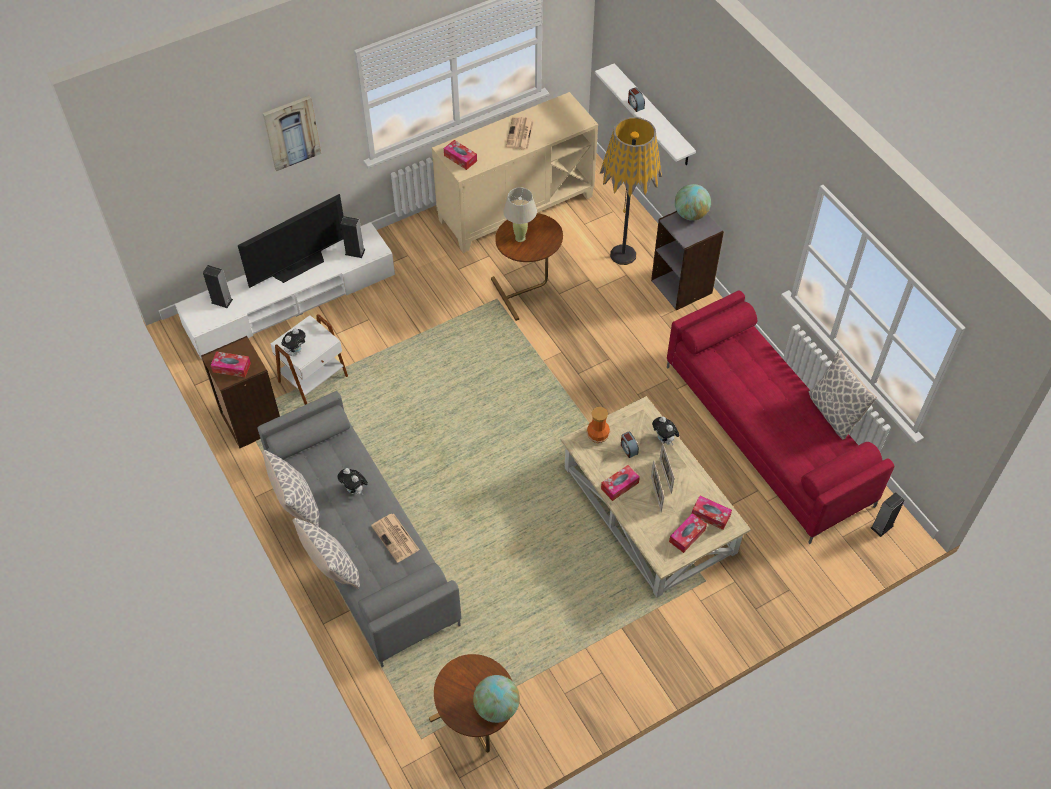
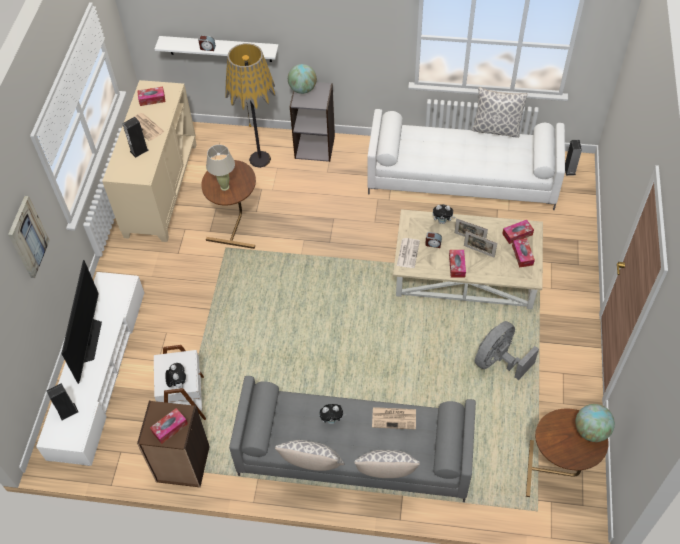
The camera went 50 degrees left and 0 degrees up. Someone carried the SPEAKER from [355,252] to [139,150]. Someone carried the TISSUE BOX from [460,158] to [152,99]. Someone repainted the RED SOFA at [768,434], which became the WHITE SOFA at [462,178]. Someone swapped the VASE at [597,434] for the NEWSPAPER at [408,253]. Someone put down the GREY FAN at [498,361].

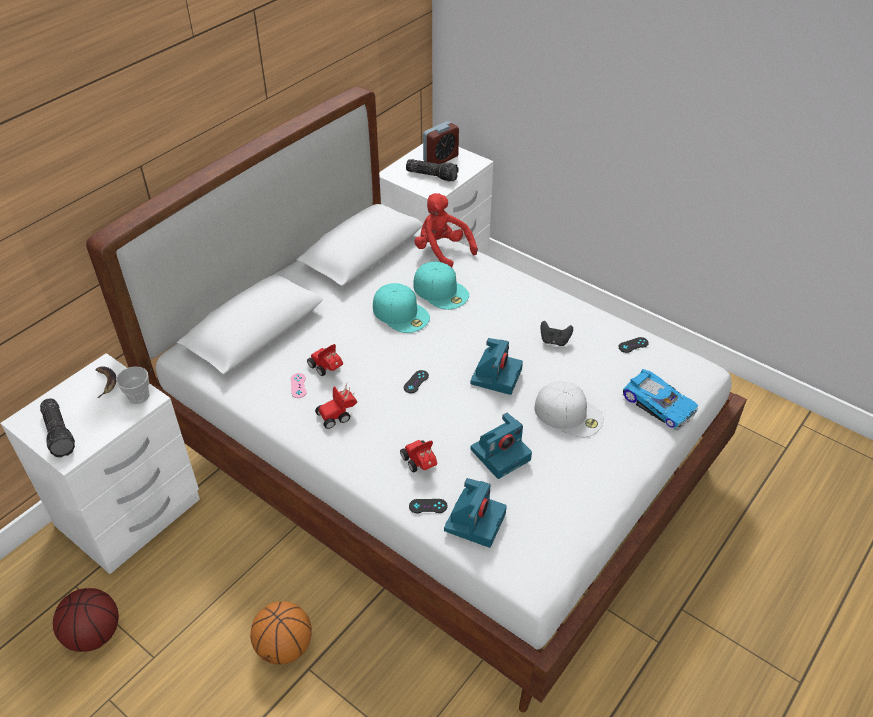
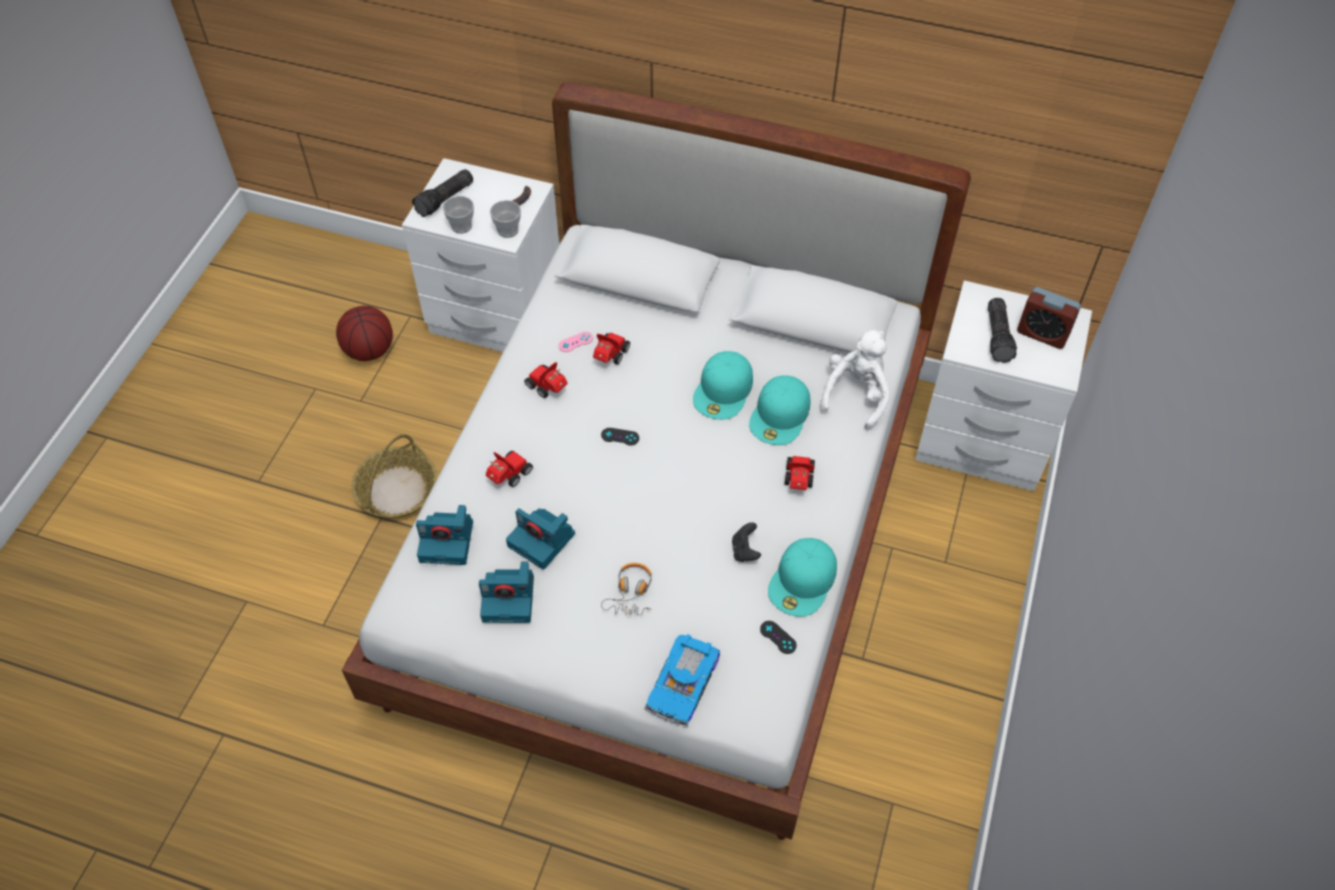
The camera went 70 degrees right and 10 degrees up. Someone swapped the BASKETBALL at [285,647] for the BASKET at [397,491]. Someone put down the CUP at [461,226]. Someone carried the PHOTO CAMERA from [496,375] to [510,598]. Someone swapped the WHITE CAP at [569,414] for the HEADPHONES at [631,593]. Someone put down the TURQUOISE CAP at [803,581]. Someone put down the TOY CAR at [798,481]. Someone repainted the RED PLUSH TOY at [442,251], which became the WHITE PLUSH TOY at [856,395]. Someone took away the BLACK GAME CONTROLLER at [428,506].

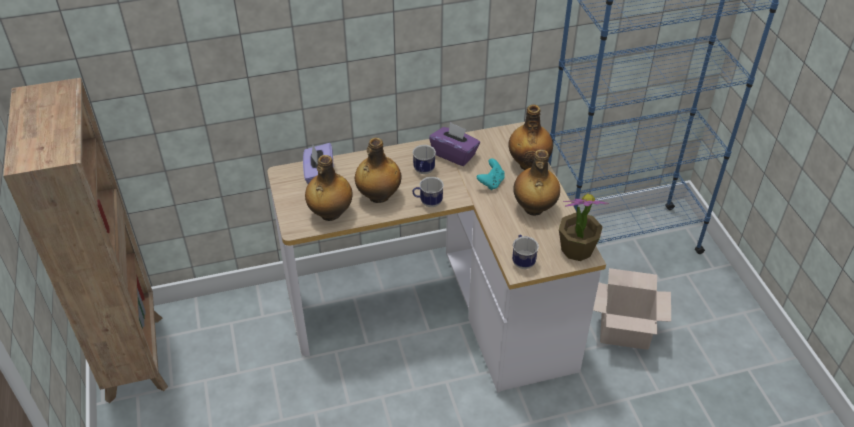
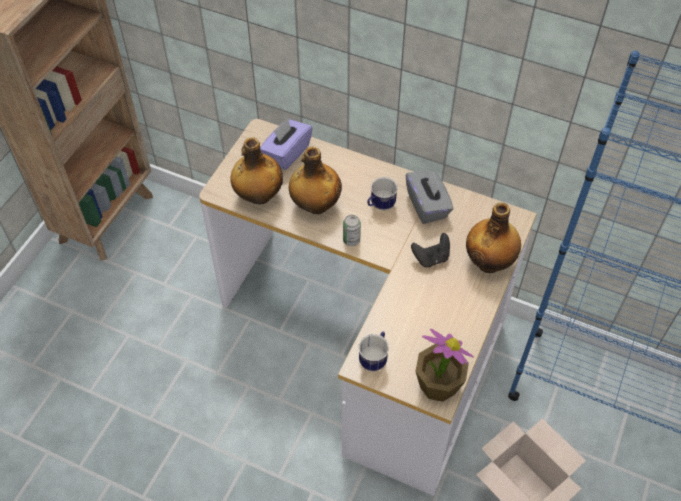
The camera went 40 degrees right and 10 degrees up. Someone swapped the MUG at [427,203] for the CAN at [351,240]. Someone repainted the PURPLE TISSUE BOX at [454,154], which became the GREY TISSUE BOX at [427,206]. Someone repainted the TURQUOISE GAME CONTROLLER at [491,183], which became the BLACK GAME CONTROLLER at [431,258]. Someone took away the BOTTLE at [534,208].

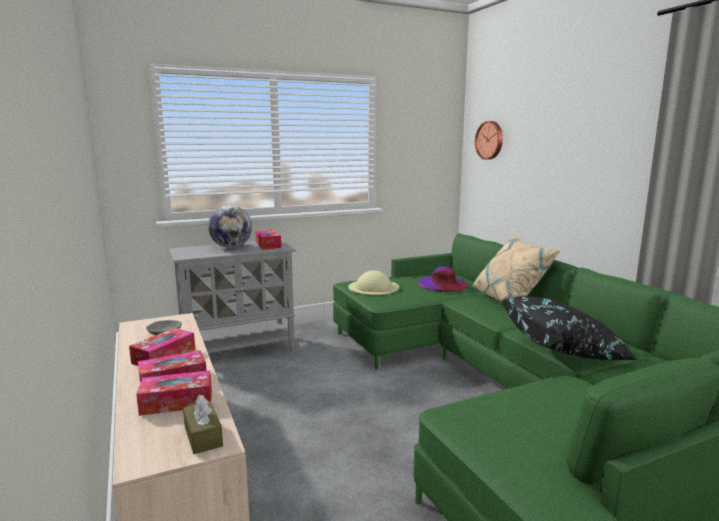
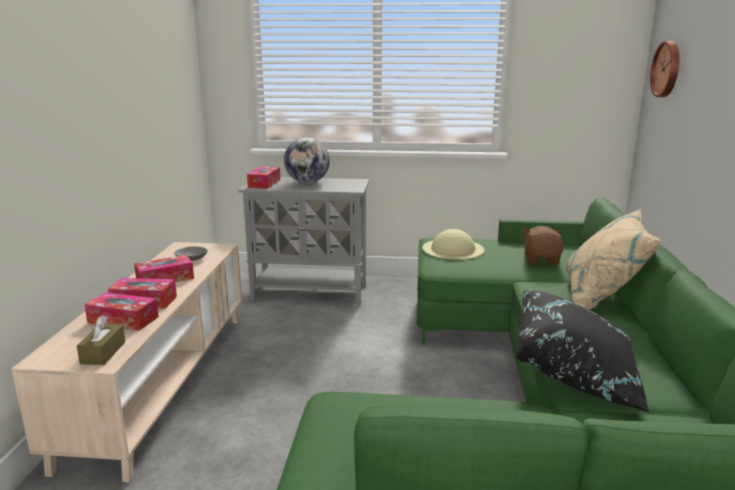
The camera went 30 degrees right and 5 degrees up. Someone carried the TISSUE BOX from [268,245] to [264,183]. Someone swapped the PURPLE HAT at [442,284] for the BROWN PLUSH TOY at [541,260].

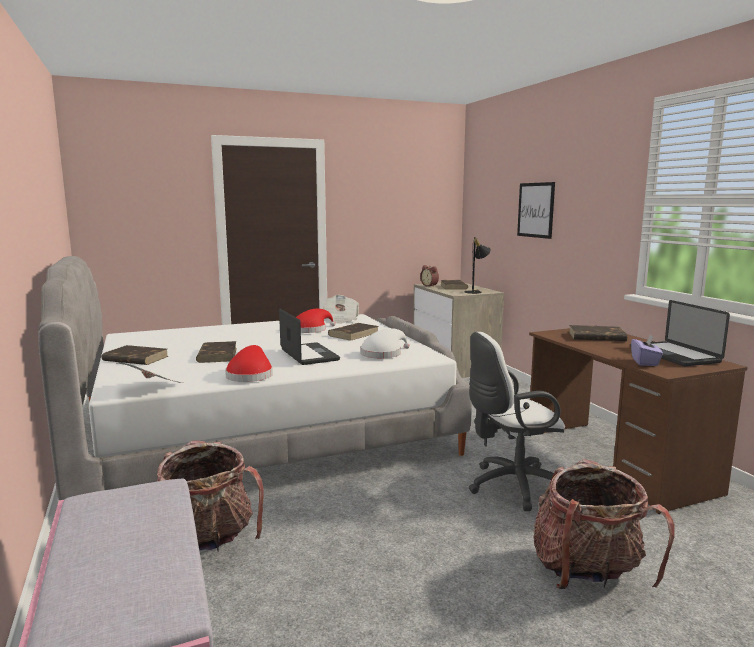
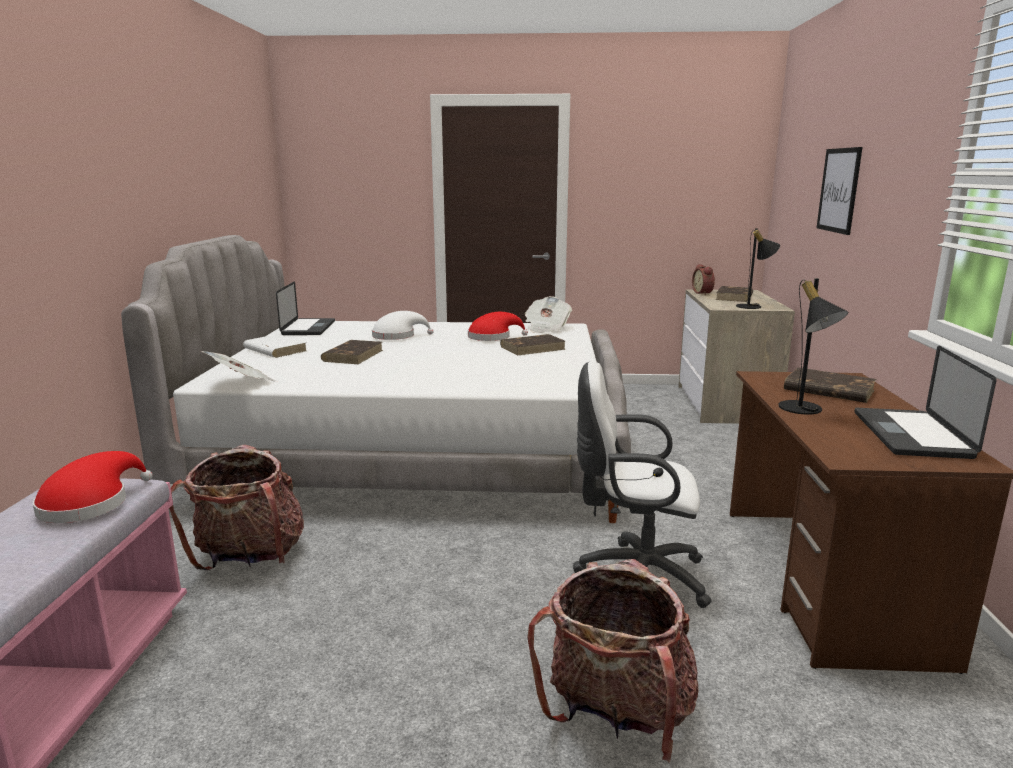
The camera went 25 degrees right and 5 degrees up. Someone carried the RED HAT from [250,375] to [90,504]. Someone repainted the BROWN BOOK at [135,358], which became the WHITE BOOK at [275,350]. Someone carried the LAPTOP from [309,355] to [308,328]. Someone carried the WHITE HAT from [383,354] to [397,336]. Someone put down the BLACK TABLE LAMP at [804,410]. Someone took away the PURPLE TISSUE BOX at [645,362].

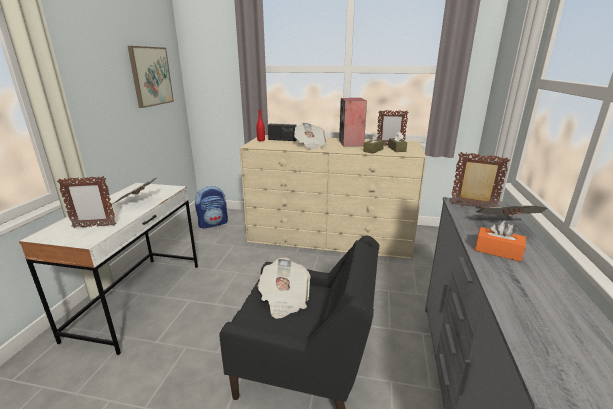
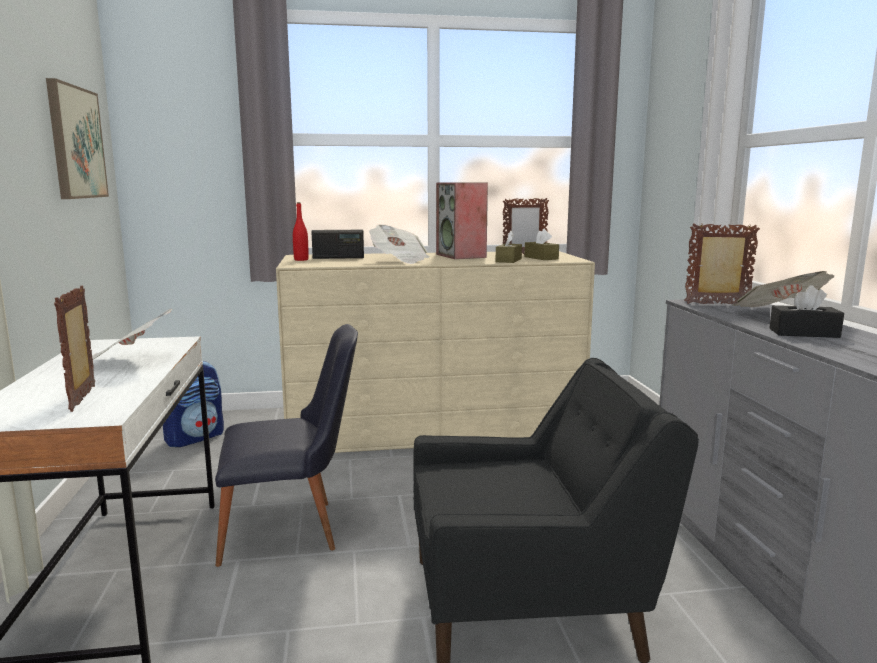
The camera went 20 degrees left and 10 degrees down. Someone rotated the PICTURE FRAME at [94,226] by 105 degrees clockwise. Someone put down the BLACK CHAIR at [292,530]. Someone repainted the ORANGE TISSUE BOX at [498,251], which became the BLACK TISSUE BOX at [804,333]. Someone took away the NEWSPAPER at [284,299].

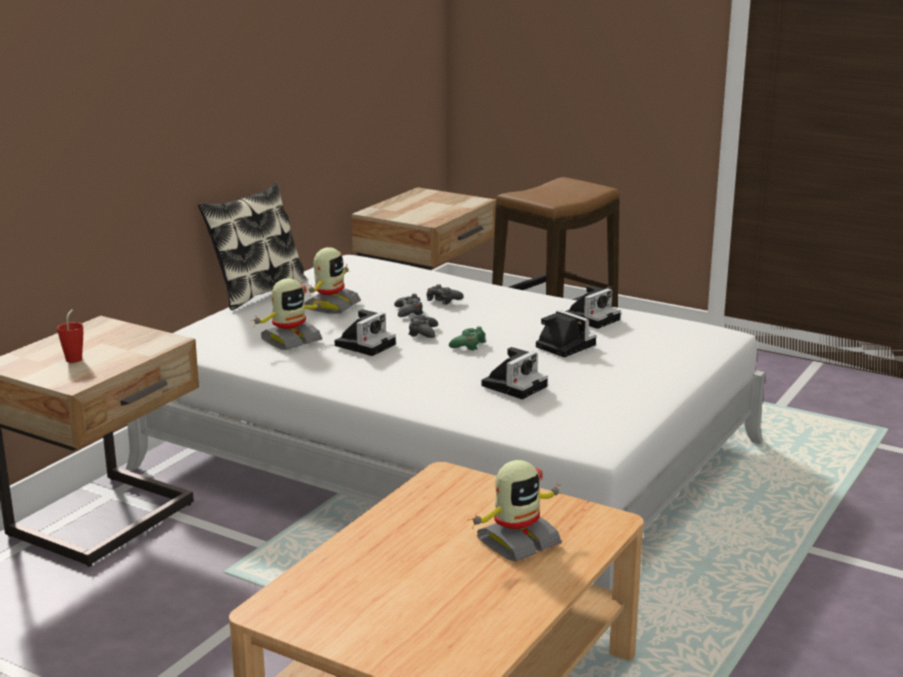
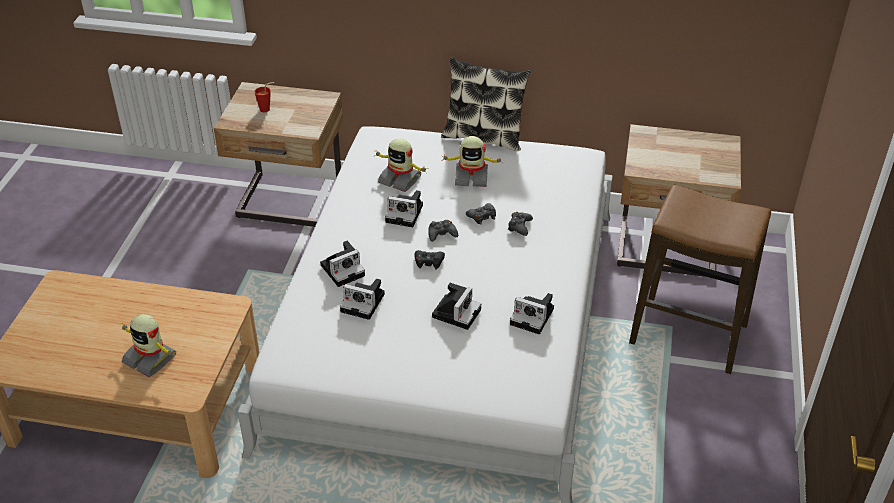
The camera went 70 degrees right and 20 degrees up. Someone put down the PHOTO CAMERA at [344,269]. Someone repainted the GREEN GAME CONTROLLER at [468,345], which became the BLACK GAME CONTROLLER at [429,262].

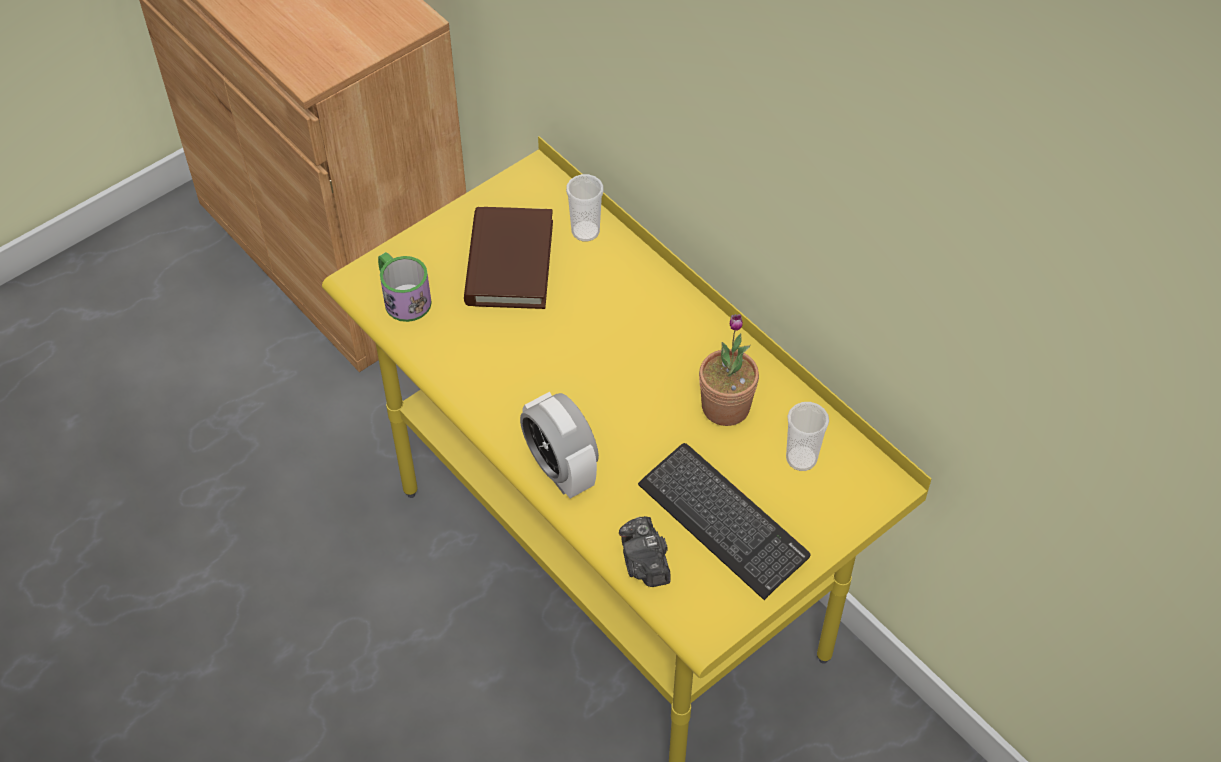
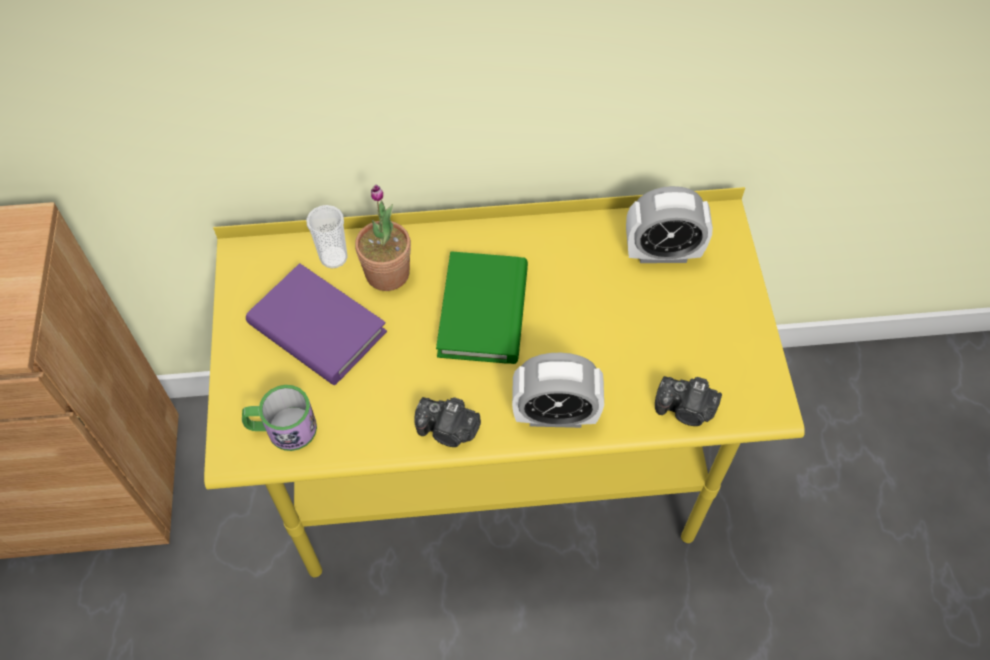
The camera went 55 degrees left and 5 degrees up. Someone repainted the BROWN BOOK at [509,263], which became the PURPLE BOOK at [317,328]. Someone carried the POTTED PLANT from [725,407] to [387,273]. Someone put down the PHOTO CAMERA at [448,430]. Someone put down the GREEN BOOK at [483,311]. Someone swapped the CUP at [801,458] for the ALARM CLOCK at [662,253]. Someone took away the KEYBOARD at [722,522].

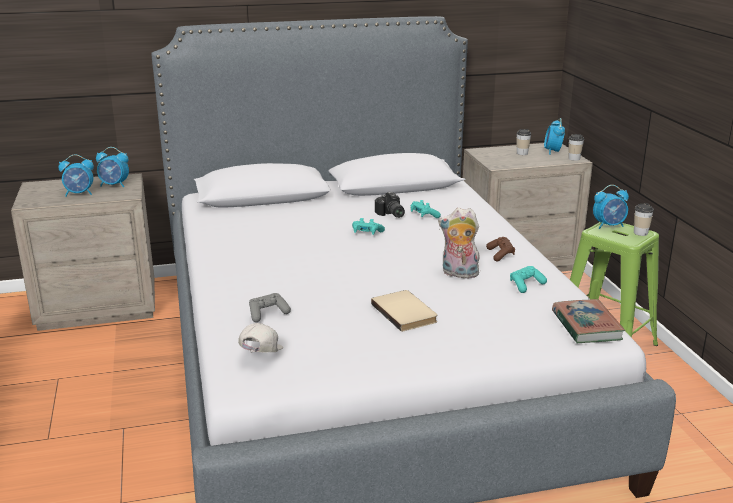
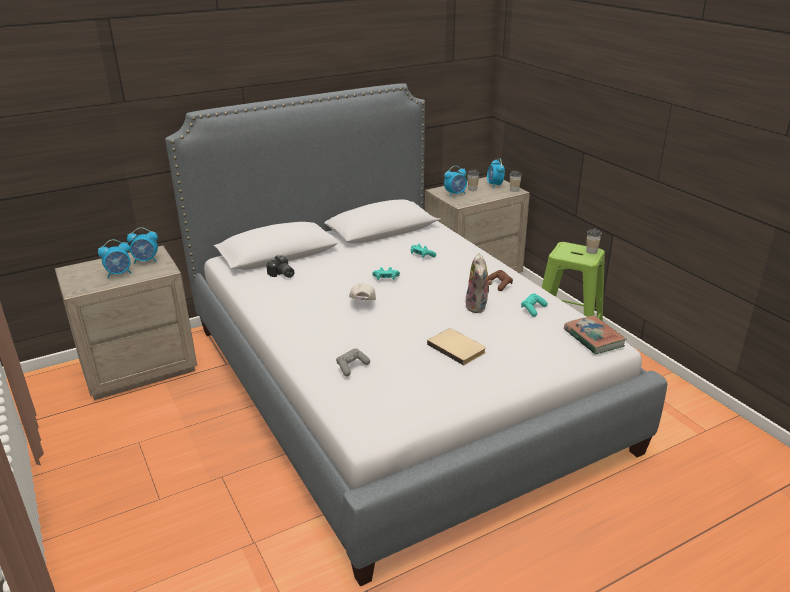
The camera went 15 degrees left and 5 degrees up. Someone carried the PHOTO CAMERA from [390,214] to [281,275]. Someone carried the WHITE CAP from [259,357] to [362,305]. Someone carried the ALARM CLOCK from [609,226] to [455,194]. Someone rotated the PLUSH TOY at [458,274] by 90 degrees counterclockwise.

